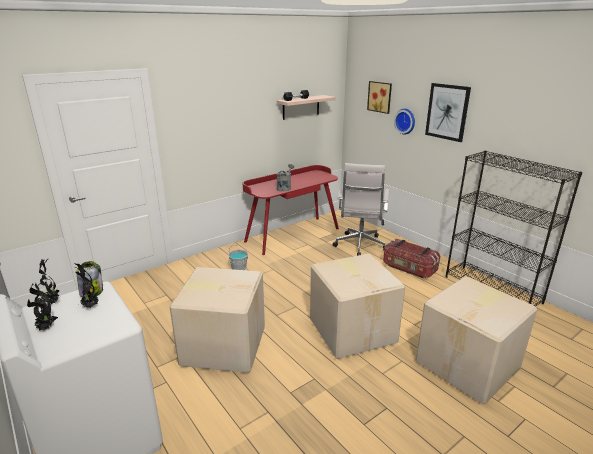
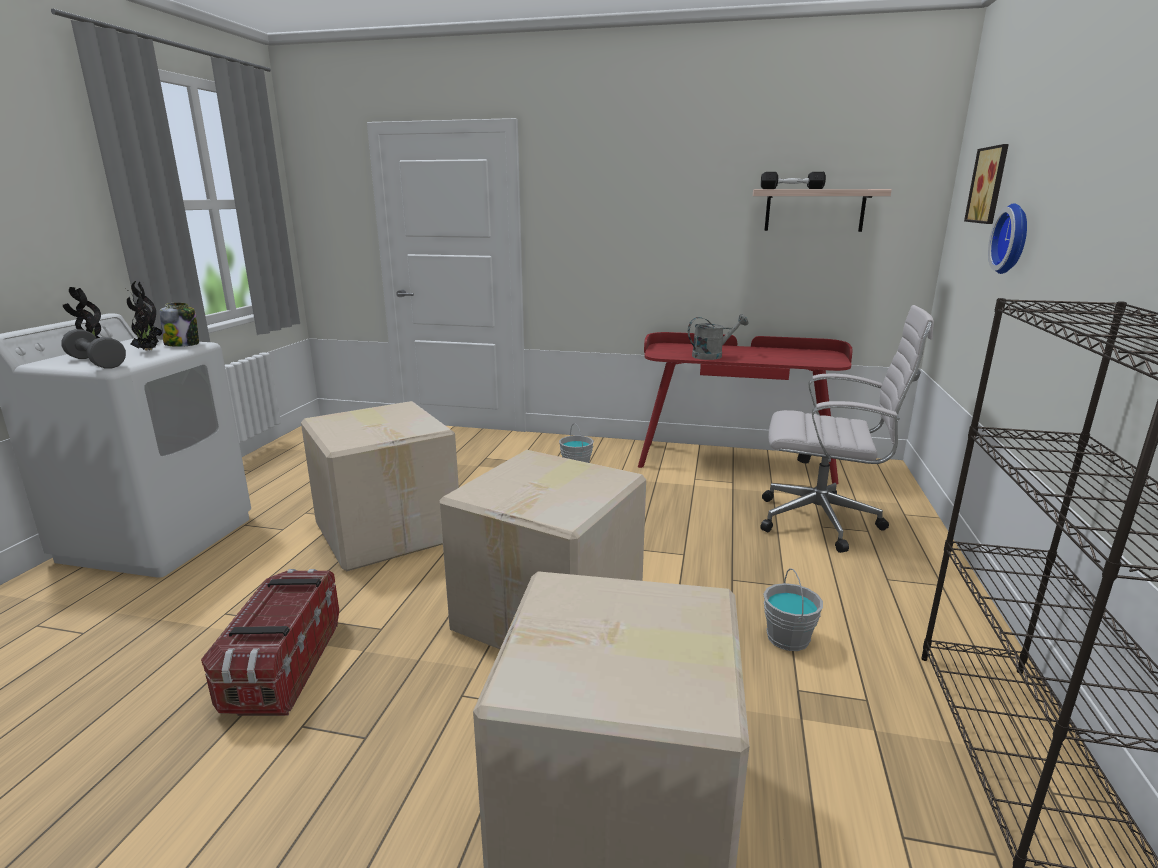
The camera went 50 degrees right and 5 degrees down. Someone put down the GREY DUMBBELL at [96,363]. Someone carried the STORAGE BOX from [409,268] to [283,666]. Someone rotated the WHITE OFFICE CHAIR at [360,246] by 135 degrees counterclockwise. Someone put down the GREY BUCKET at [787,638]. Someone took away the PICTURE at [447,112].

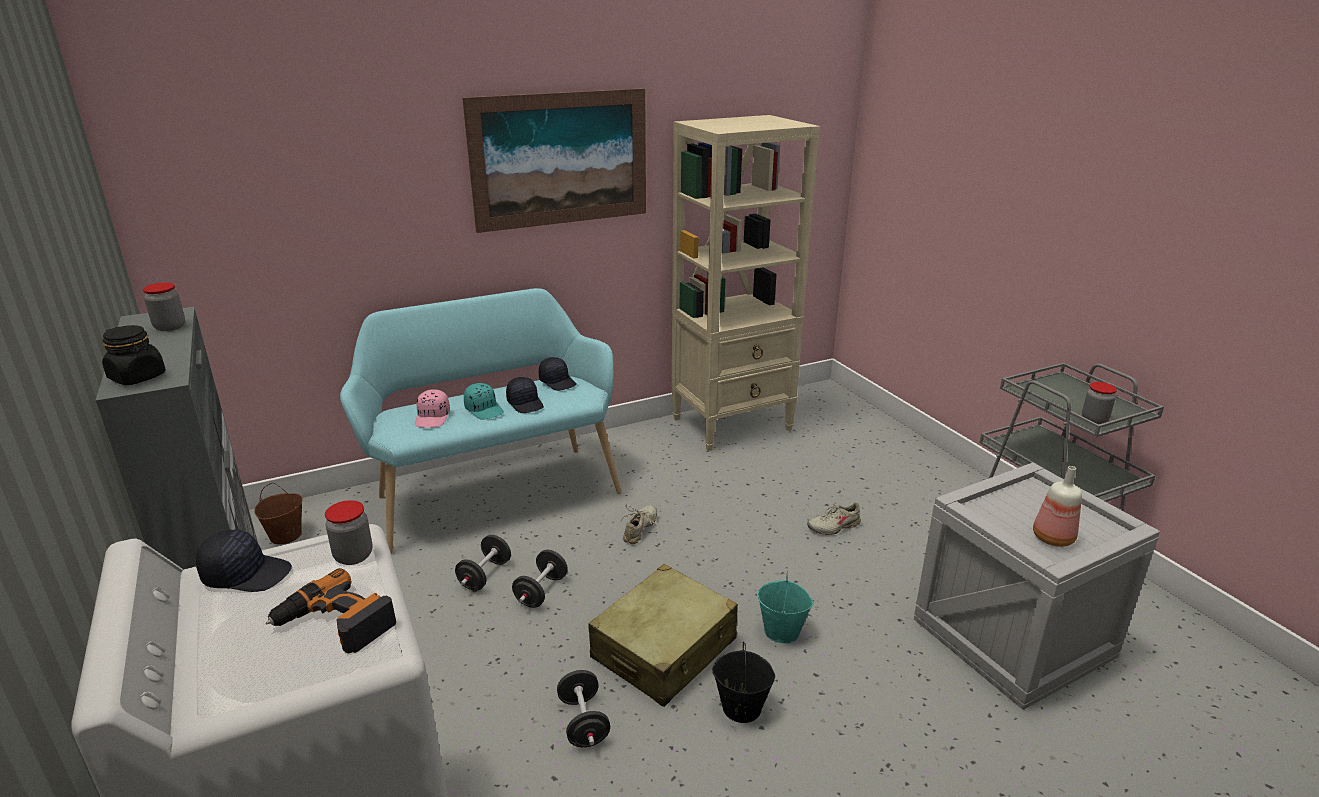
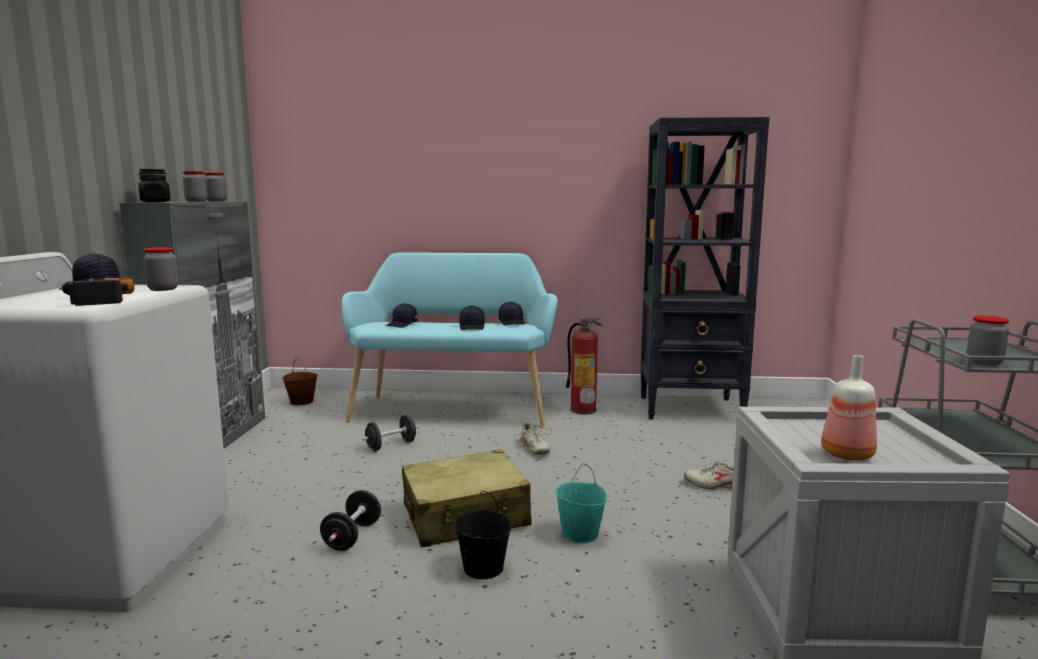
The camera went 30 degrees right and 15 degrees down. Someone put down the JAR at [196,201]. Someone repainted the PINK CAP at [433,417], which became the BLACK CAP at [402,324]. Someone rotated the BEIGE SHOE at [640,529] by 105 degrees clockwise. Someone put down the FIRE EXTINGUISHER at [583,410]. Someone repainted the BEIGE BOOKCASE at [733,424], which became the BLACK BOOKCASE at [691,409]. Someone took away the PICTURE at [560,159]. Someone took away the TURQUOISE CAP at [484,410]. Someone took away the BLACK DUMBBELL at [541,591].

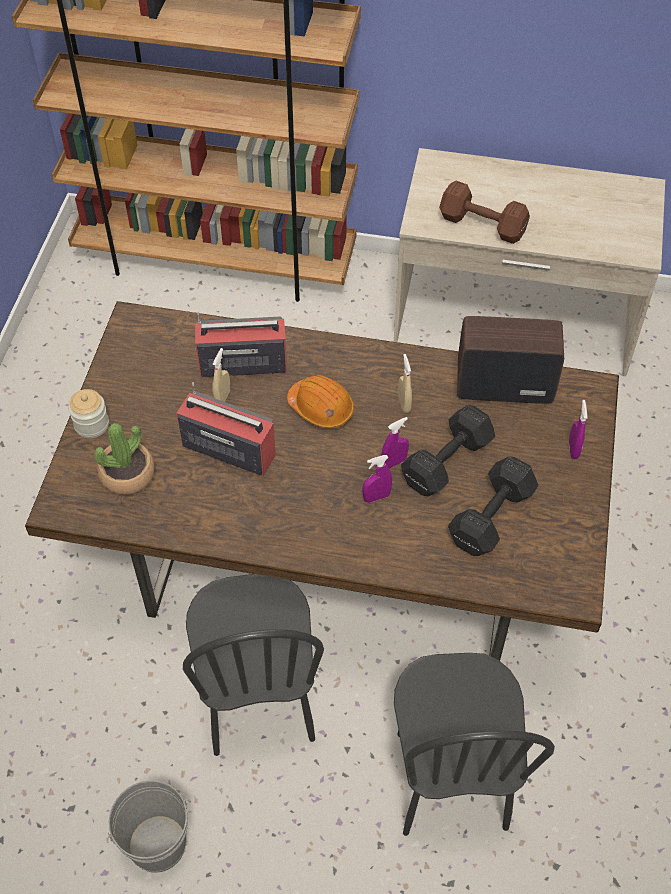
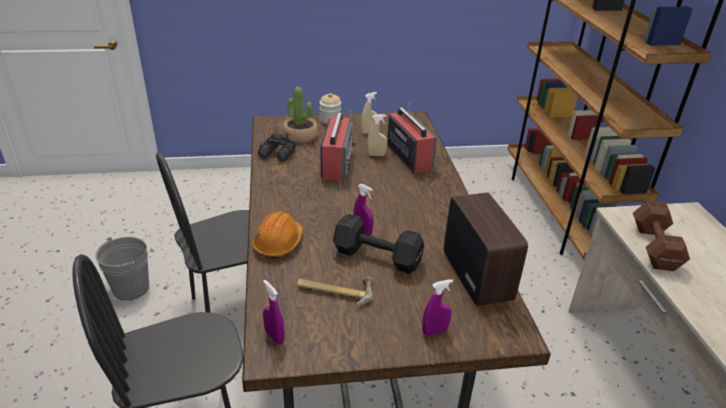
The camera went 70 degrees right and 20 degrees down. Someone carried the ORANGE HARD HAT from [321,408] to [278,243]. Someone put down the BLACK BINOCULARS at [277,154]. Someone carried the PURPLE SPRAY BOTTLE from [376,497] to [274,337]. Someone swapped the BLACK DUMBBELL at [493,516] for the HAMMER at [335,291]. Someone carried the BEIGE SPRAY BOTTLE from [404,404] to [368,132].

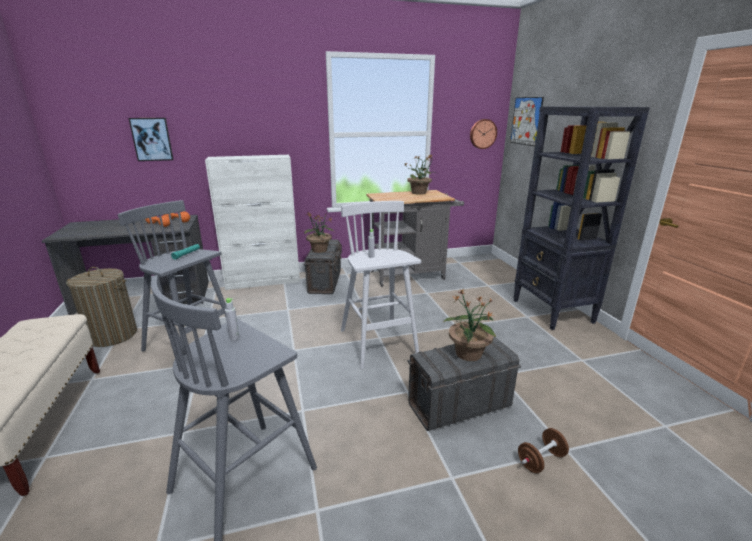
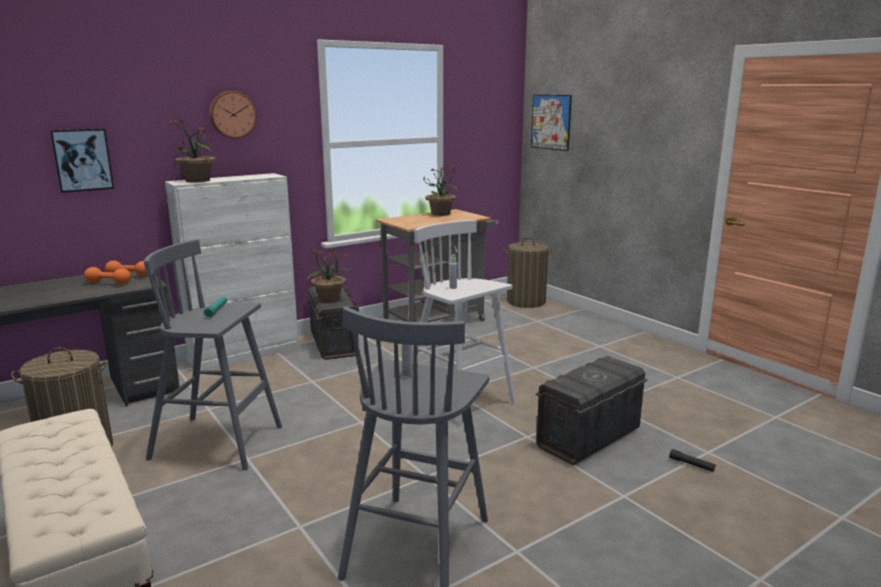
The camera went 20 degrees left and 5 degrees down. Someone carried the POTTED PLANT from [468,354] to [197,181]. Someone carried the WALL CLOCK from [482,134] to [232,114]. Someone put down the LAUNDRY BASKET at [526,301]. Someone swapped the BROWN DUMBBELL at [541,460] for the BLACK FLASHLIGHT at [691,465]. Someone took away the BLACK BOOKCASE at [552,311].

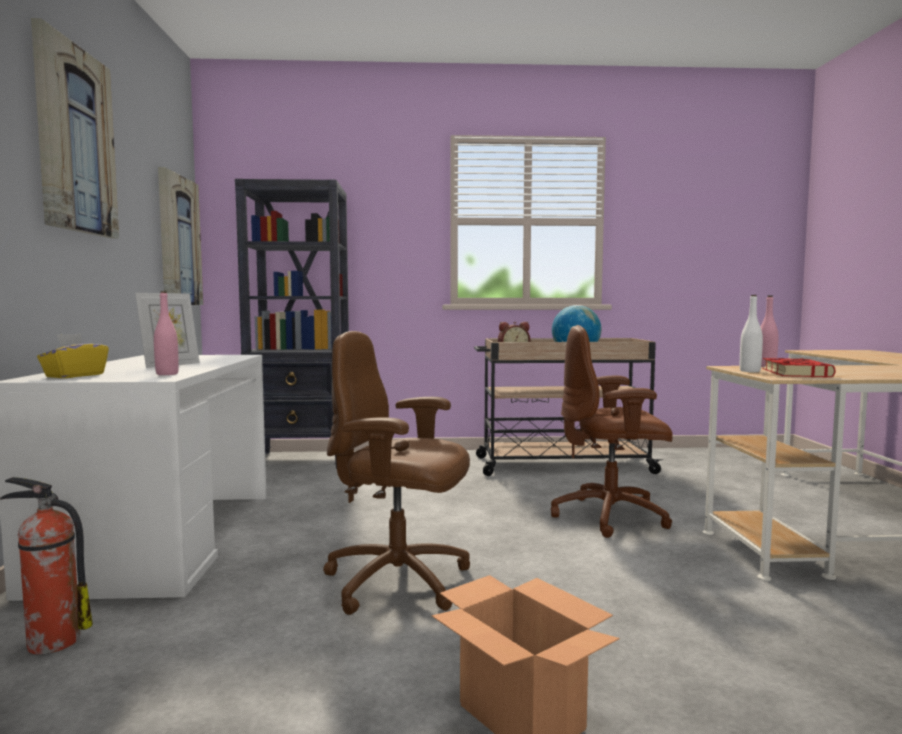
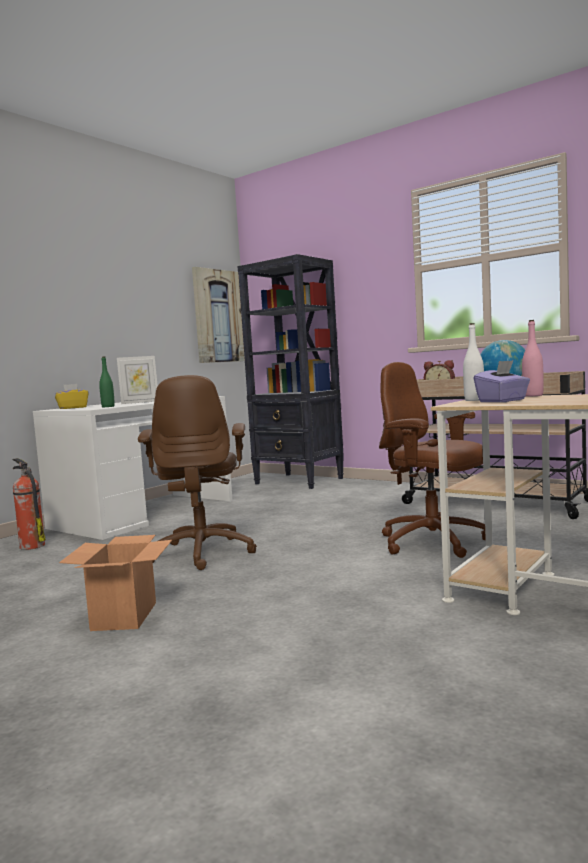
The camera went 40 degrees right and 0 degrees up. Someone repainted the PINK BOTTLE at [167,374], which became the GREEN BOTTLE at [108,407]. Someone rotated the BROWN OFFICE CHAIR at [399,582] by 150 degrees counterclockwise. Someone swapped the RED BOOK at [794,373] for the PURPLE TISSUE BOX at [503,401]. Someone took away the PICTURE at [75,140].

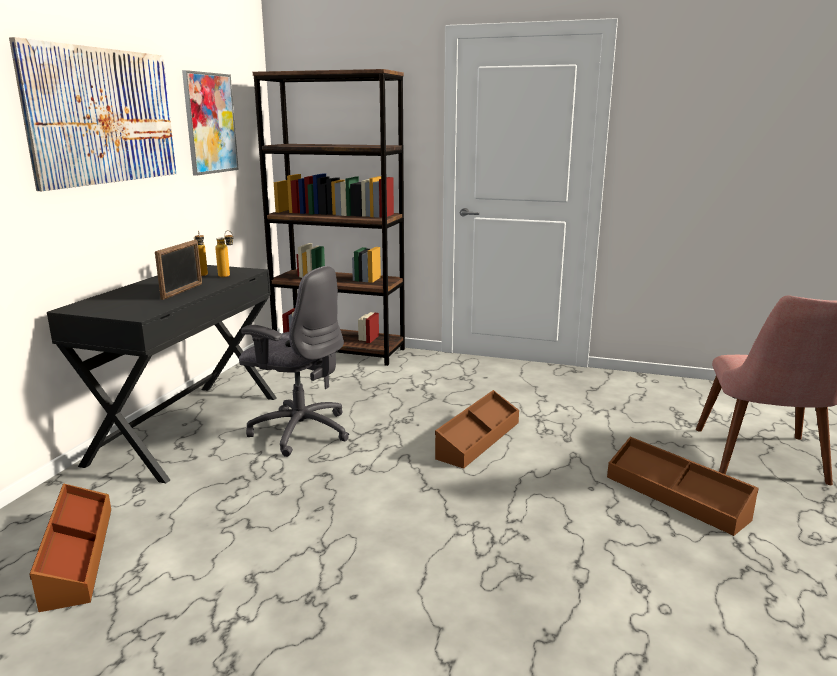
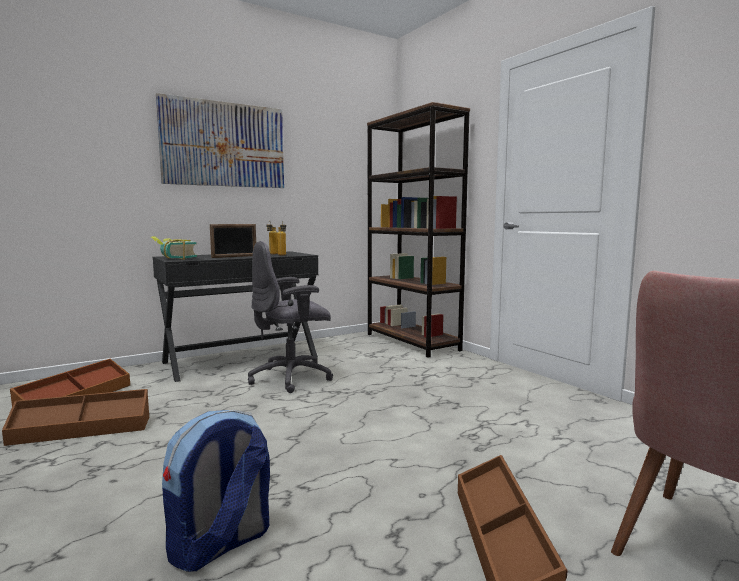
The camera went 40 degrees right and 10 degrees down. Someone carried the BROWN STORAGE BOX from [477,439] to [82,429]. Someone put down the BOOK at [174,259]. Someone put down the BACKPACK at [220,545]. Someone rotated the GREY OFFICE CHAIR at [300,431] by 90 degrees clockwise. Someone took away the PICTURE at [210,123].

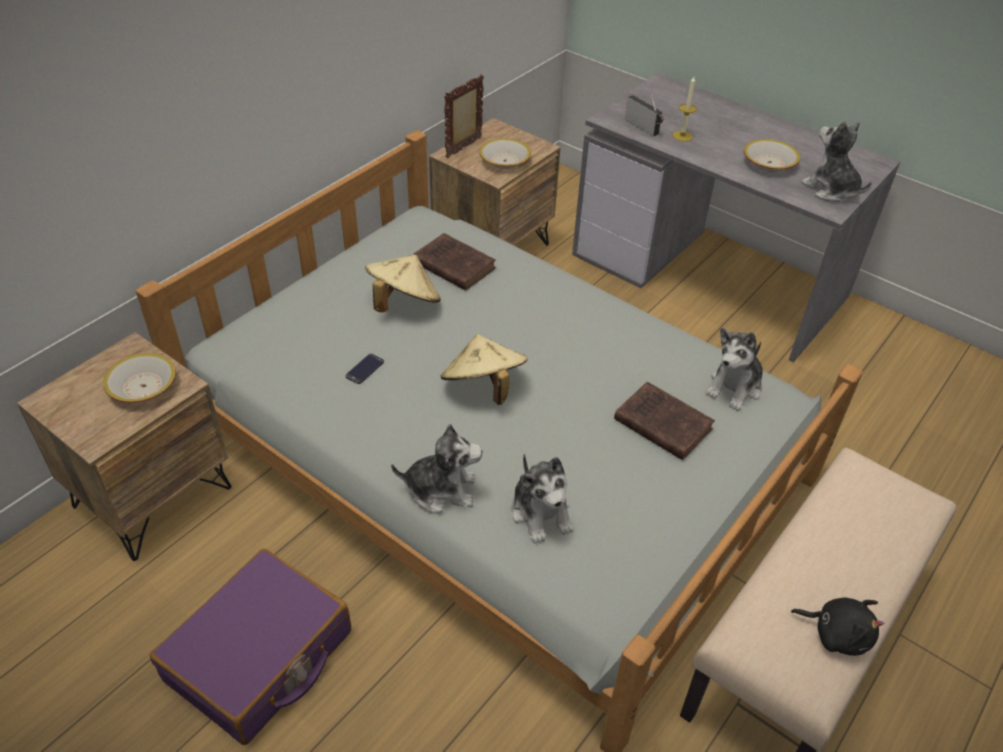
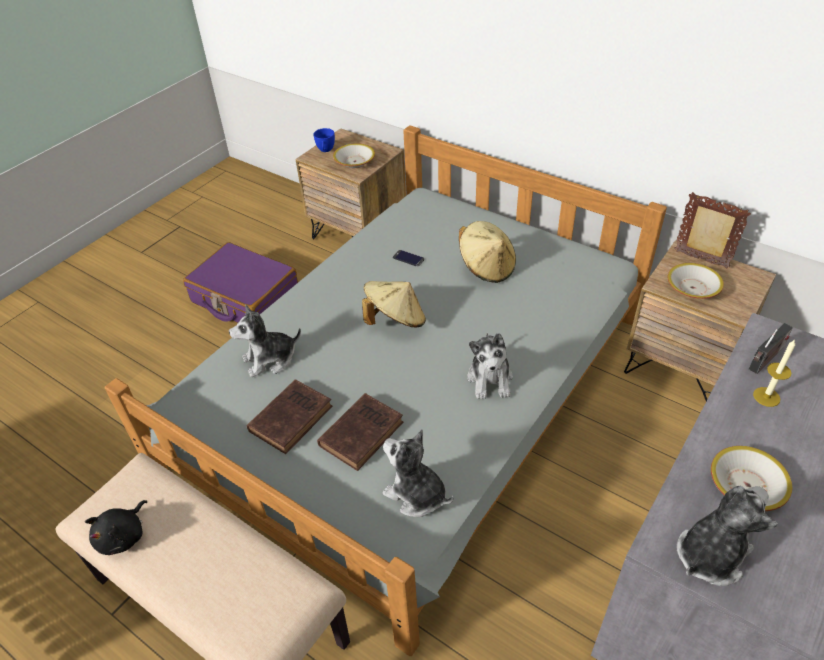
The camera went 90 degrees right and 0 degrees up. Someone carried the BROWN BOOK from [452,265] to [292,417]. Someone put down the BLUE CUP at [325,150]. Someone carried the PLUSH TOY from [441,489] to [490,379].

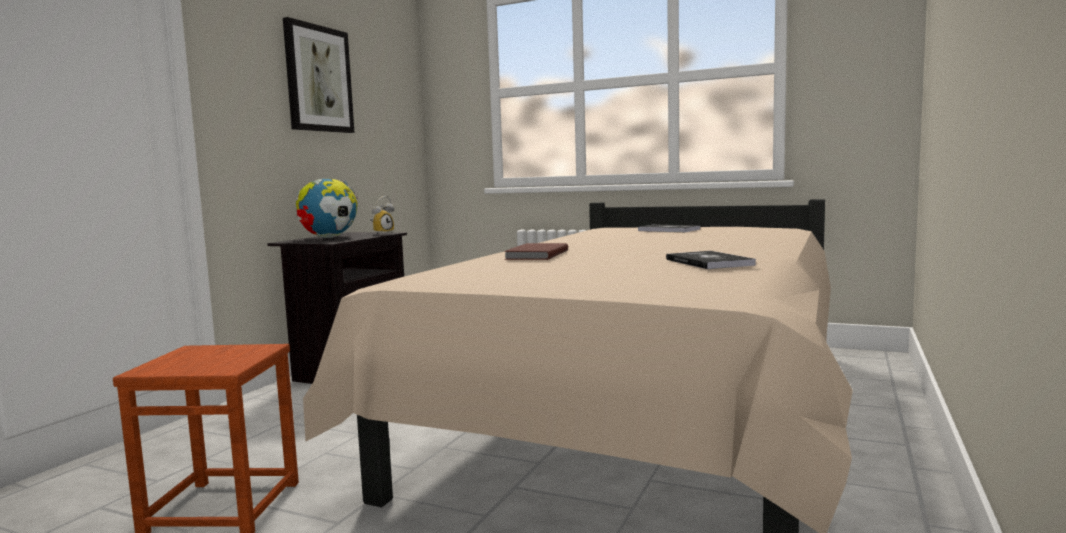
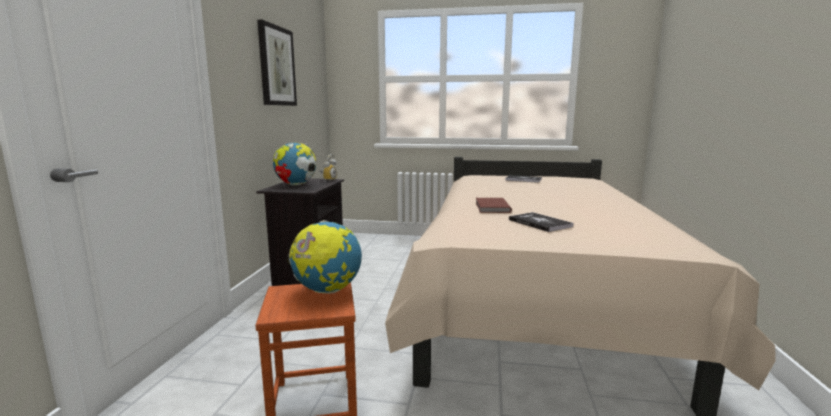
The camera went 15 degrees left and 5 degrees up. Someone put down the GLOBE at [327,291]. Someone carried the BOOK from [708,262] to [539,223].

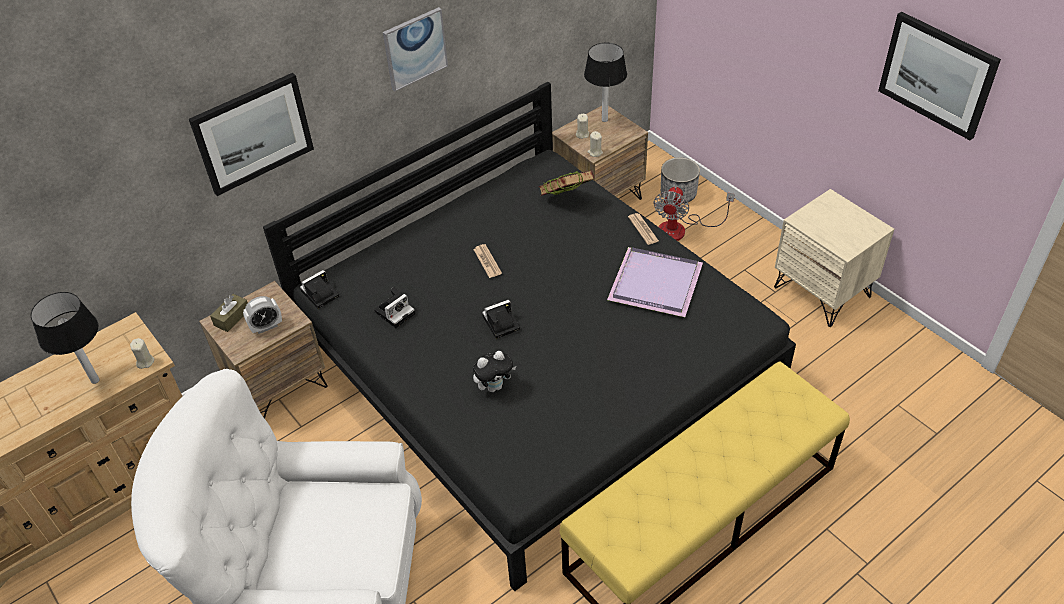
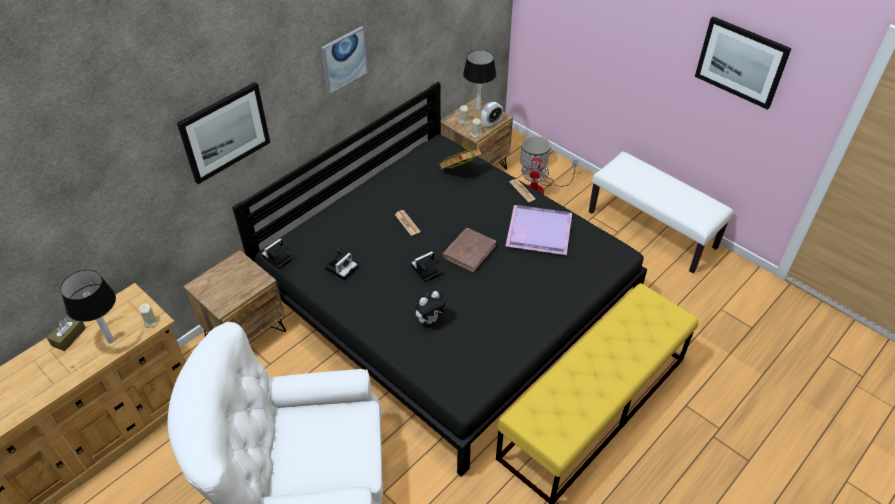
The camera went 10 degrees left and 0 degrees up. Someone carried the BROWN TISSUE BOX from [232,317] to [69,337]. Someone put down the BROWN BOOK at [469,251]. Someone carried the ALARM CLOCK from [266,326] to [491,123]. Someone swapped the BEIGE NIGHTSTAND at [822,292] for the WHITE BENCH at [652,229].

